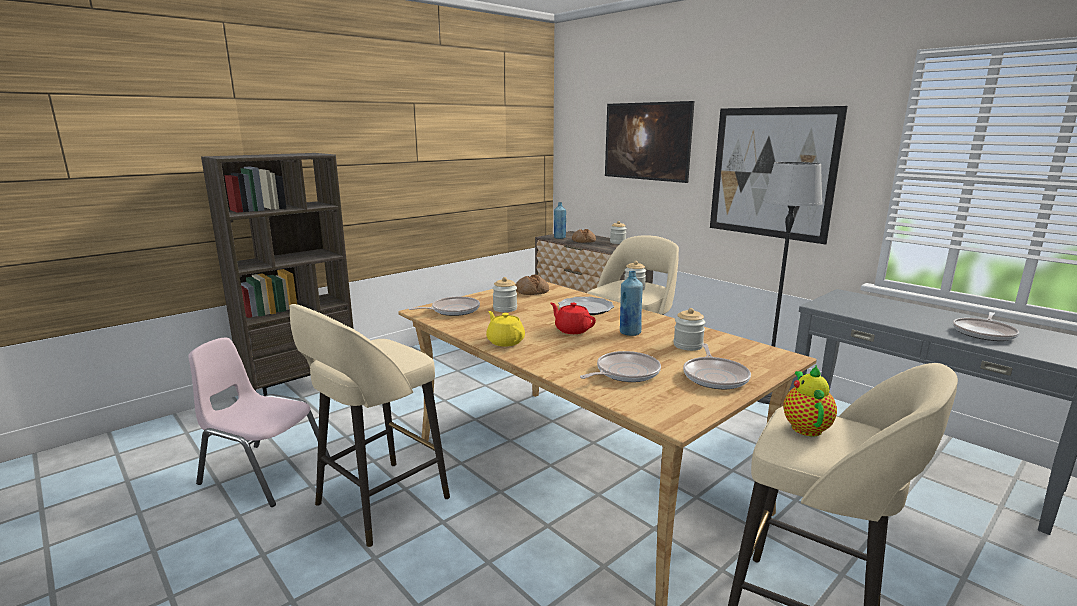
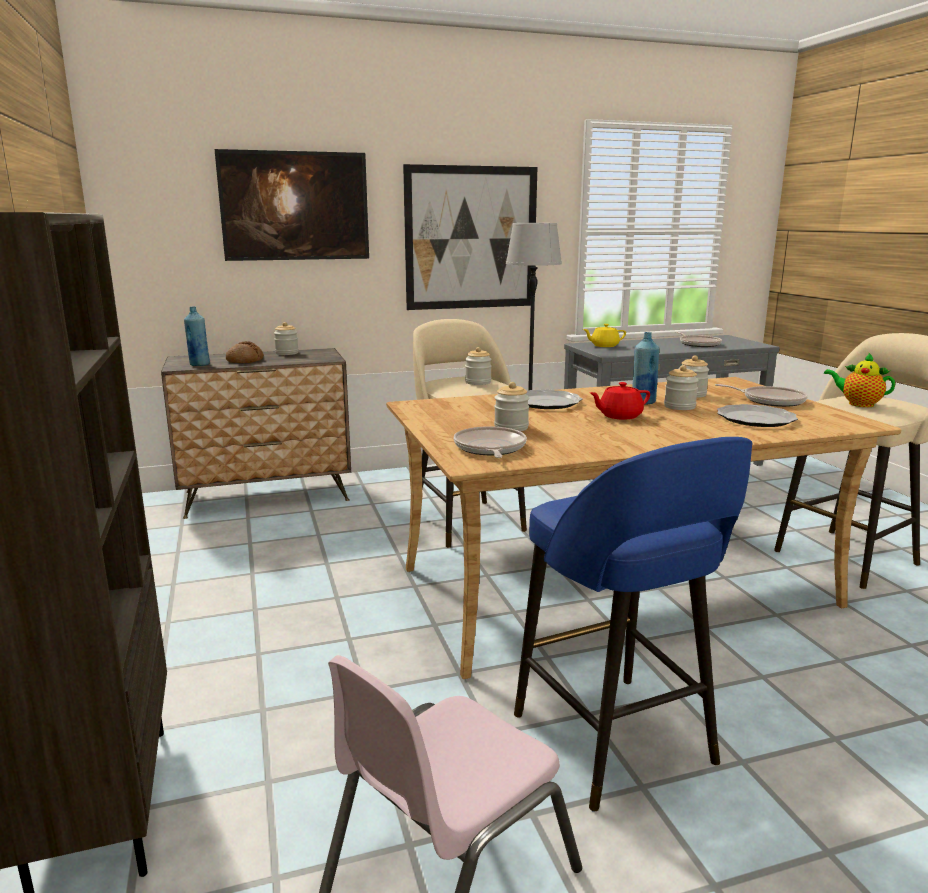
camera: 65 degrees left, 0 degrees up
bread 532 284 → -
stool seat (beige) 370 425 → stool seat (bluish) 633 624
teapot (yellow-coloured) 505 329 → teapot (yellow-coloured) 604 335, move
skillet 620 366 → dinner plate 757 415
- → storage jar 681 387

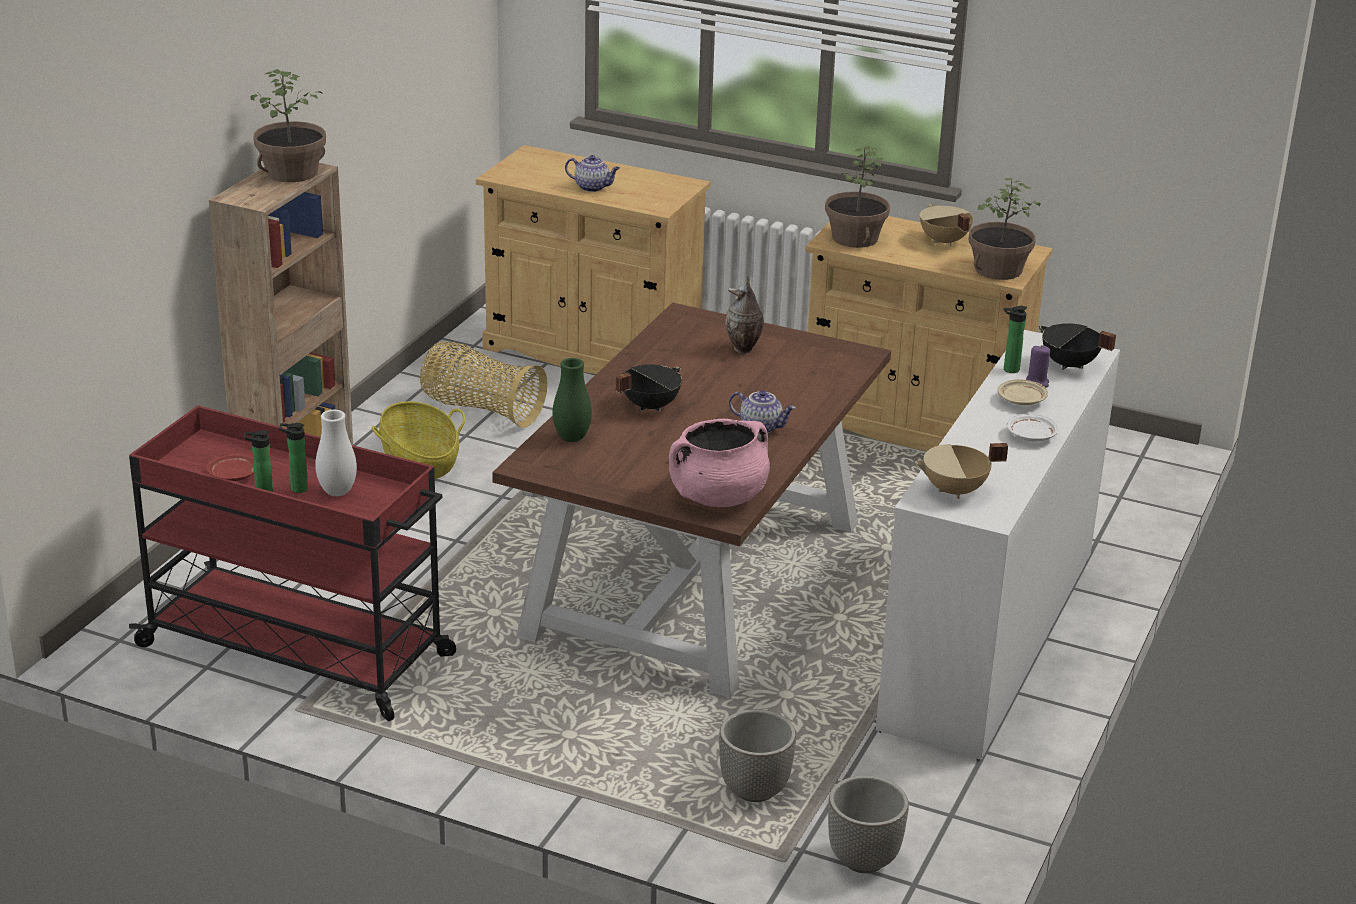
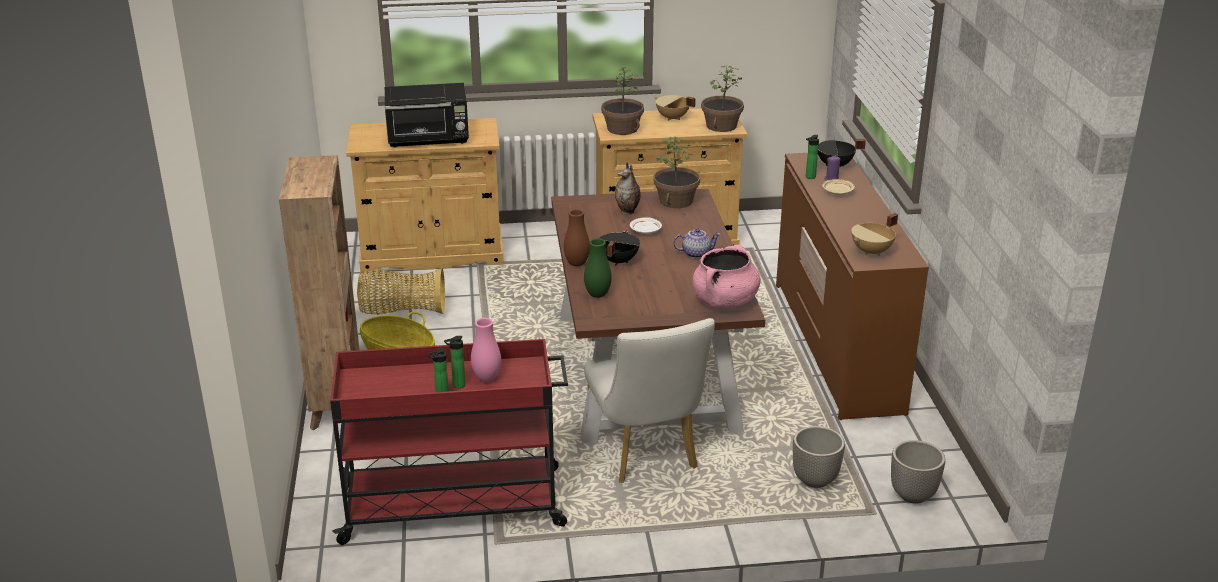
camera: 30 degrees left, 0 degrees up
plant in a pot 288 125 → plant in a pot 676 172, move
teapot 592 173 → microwave (black-coloured) 427 115
chest of drawers (white) 998 545 → chest of drawers (brownish) 852 286
vase (white) 336 453 → vase (pink) 486 350
dinner plate (white) 1032 427 → dinner plate (white) 646 225, move
dinner plate (reddish) 230 467 → -
- → vase (brownish) 577 237
- → upright chair (white) 649 400

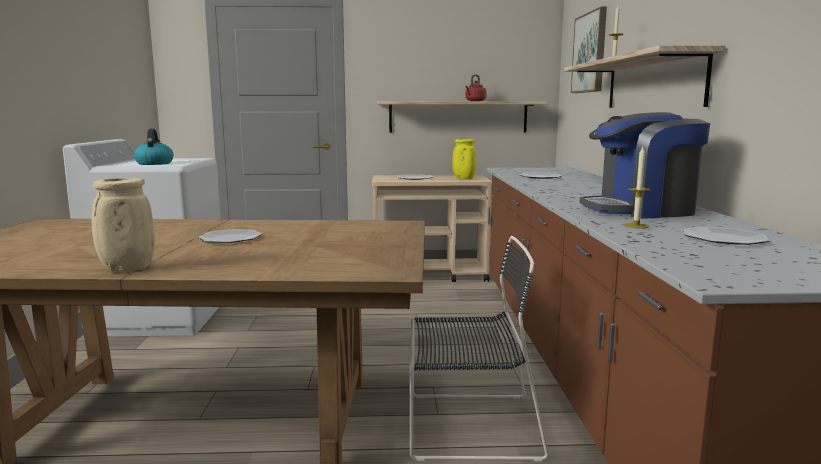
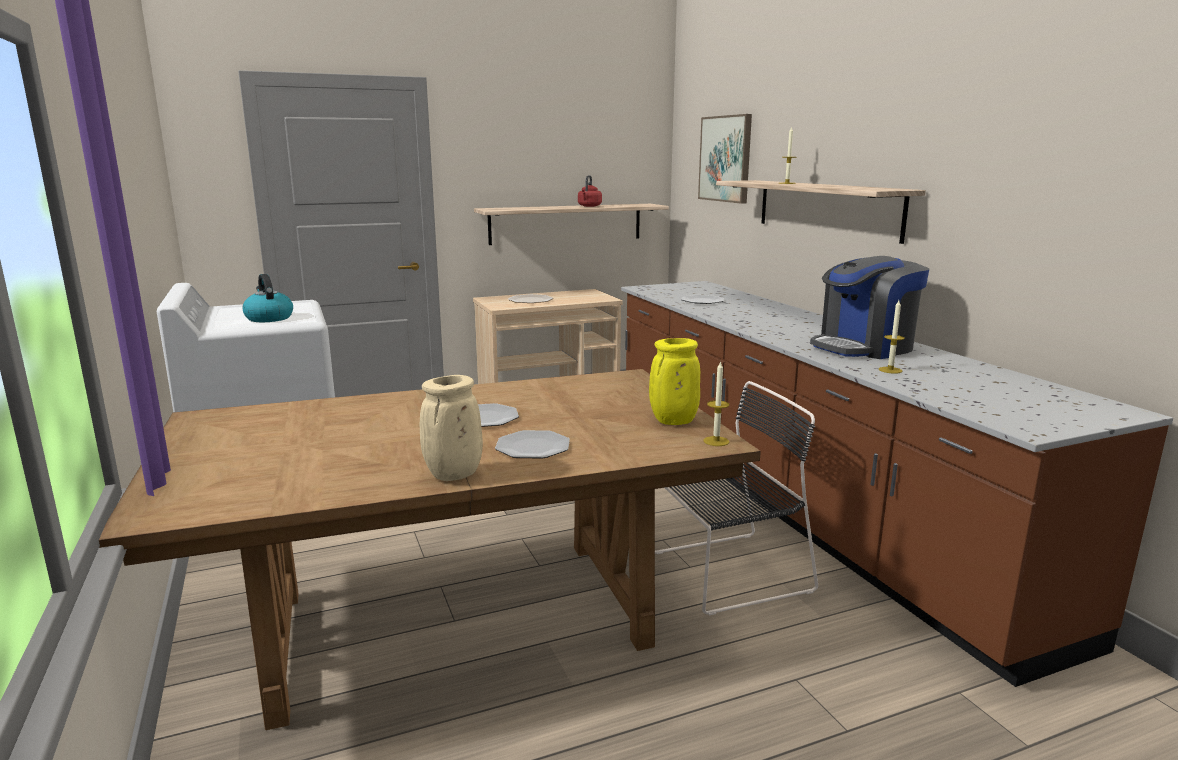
camera: 20 degrees left, 5 degrees up
vase (yellow-coloured) 464 159 → vase (yellow-coloured) 674 381, move
dinner plate 726 236 → dinner plate 532 444, move
- → wax candle 716 403

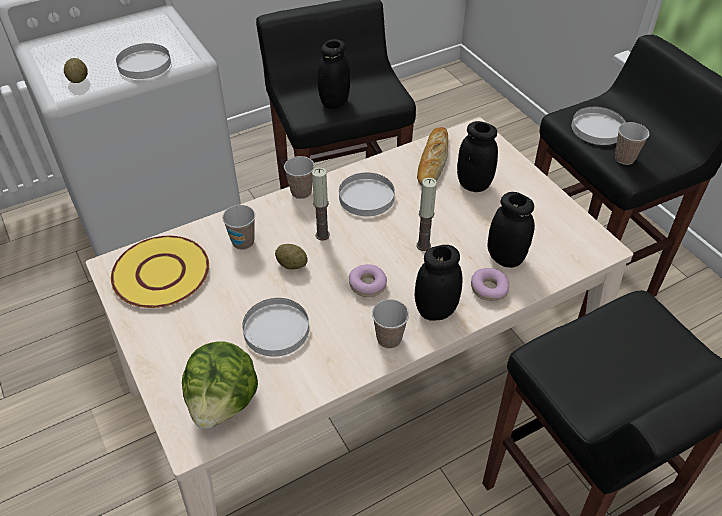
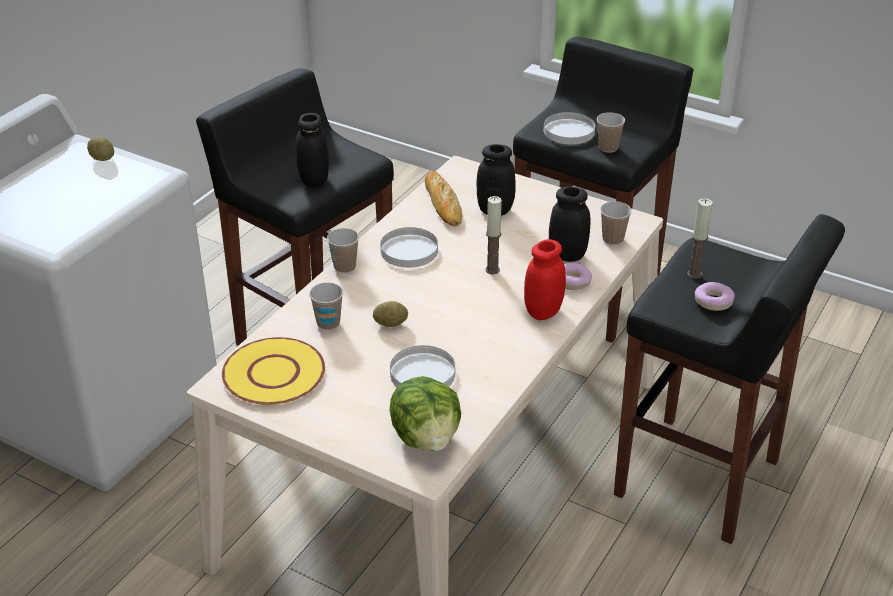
camera: 30 degrees left, 10 degrees down
dinner plate (white) 143 61 → -
spud 76 70 → spud 100 148, move
wax candle 321 204 → wax candle 700 238, move
storage jar (black-coloured) 439 283 → storage jar (reddish) 545 279
doughnut 368 280 → doughnut 715 296, move
cup 390 324 → cup 616 223, move

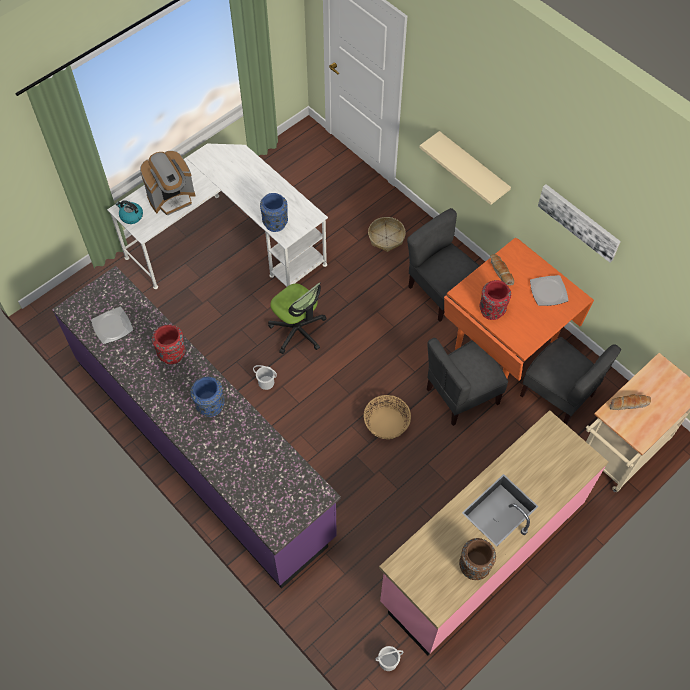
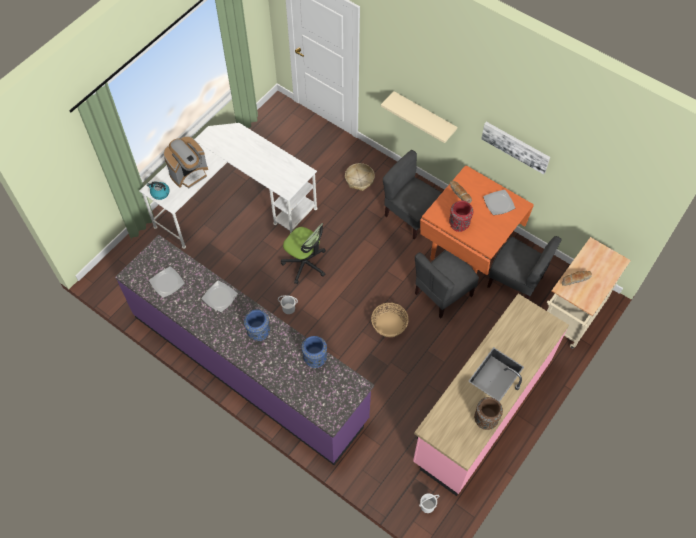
camera: 10 degrees left, 0 degrees up
vase (bluish) 274 212 → vase (bluish) 314 352, move
vase (reddish) 168 344 → dinner plate 219 296

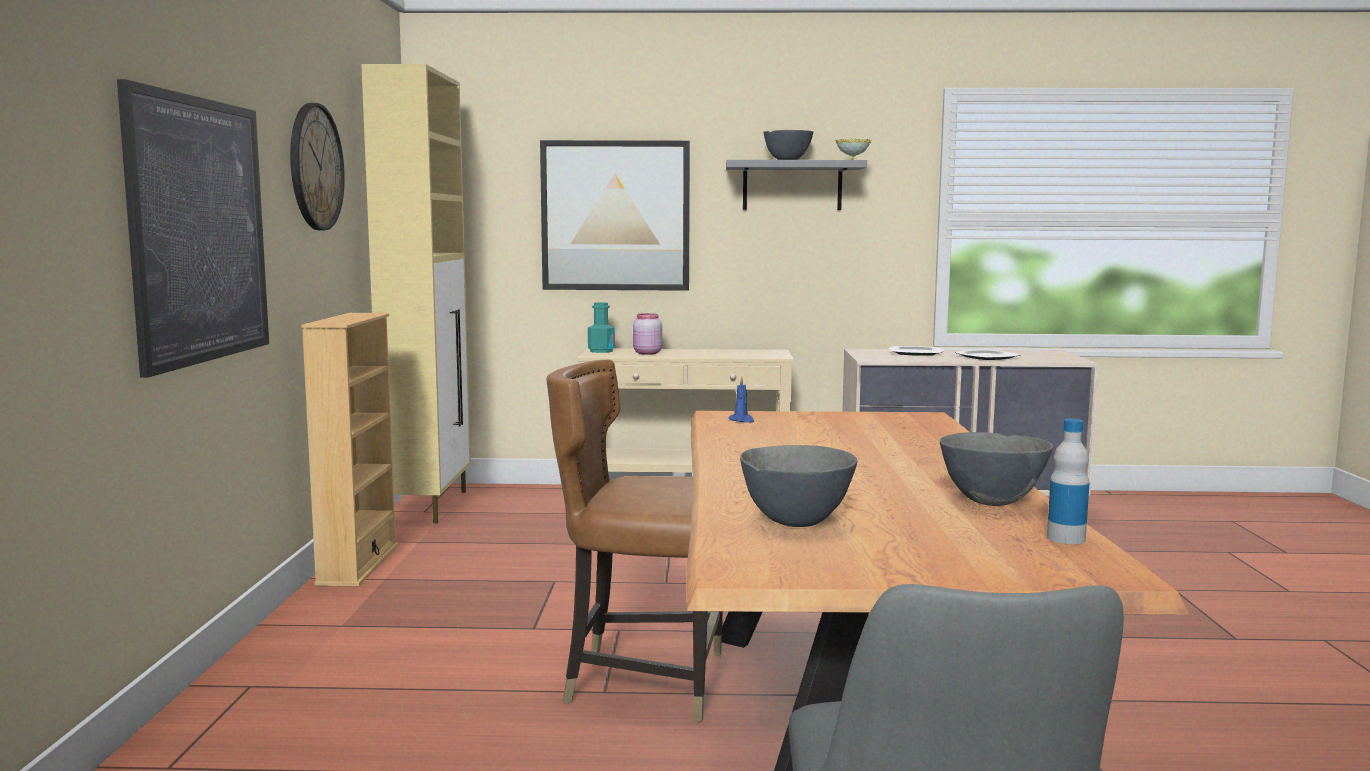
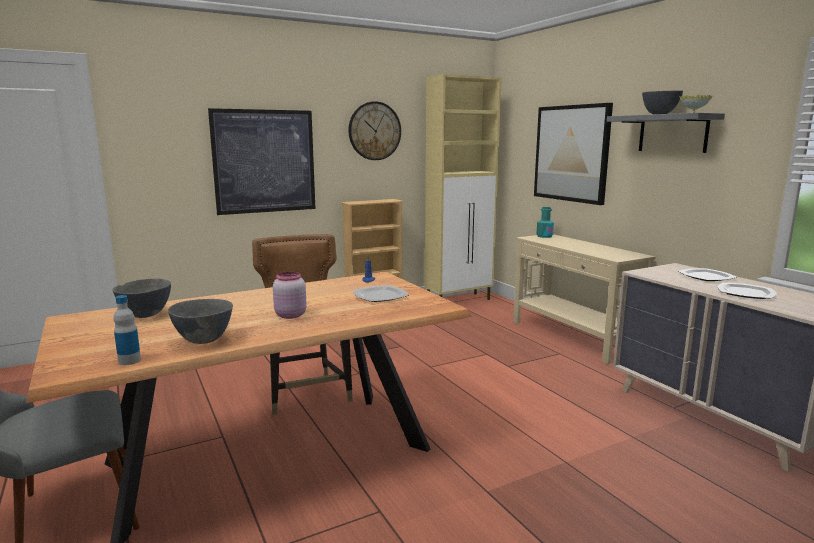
camera: 60 degrees right, 5 degrees up
storage jar (pink) 647 334 → storage jar (pink) 289 295, move
- → dinner plate 381 293

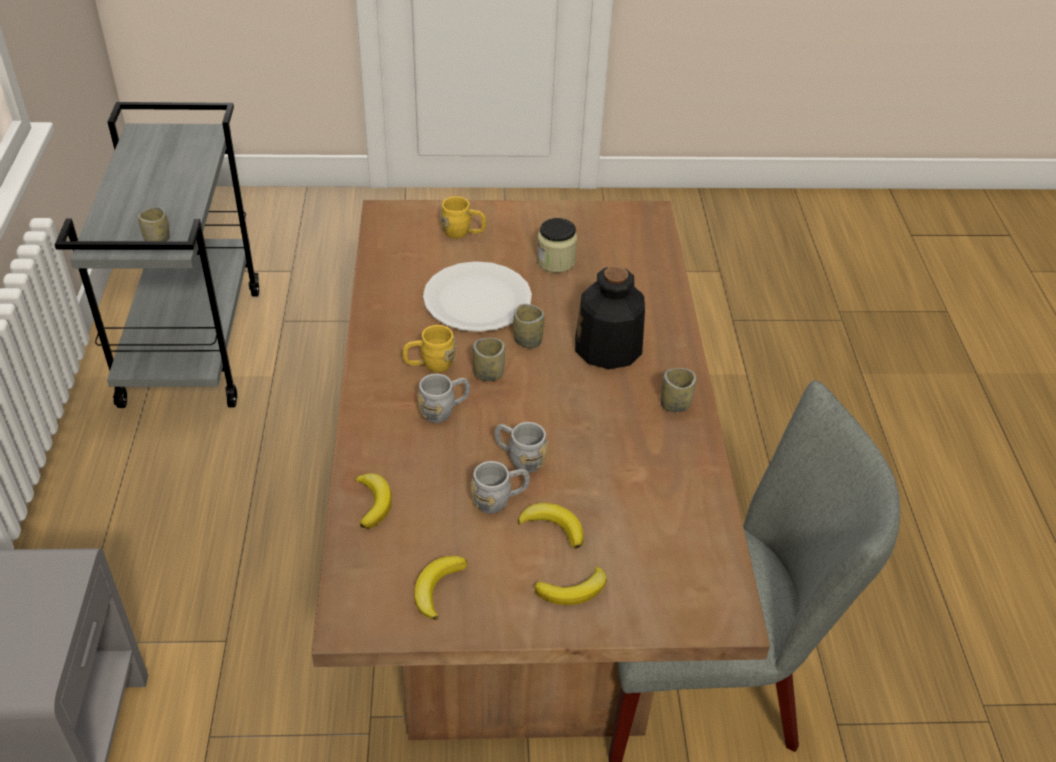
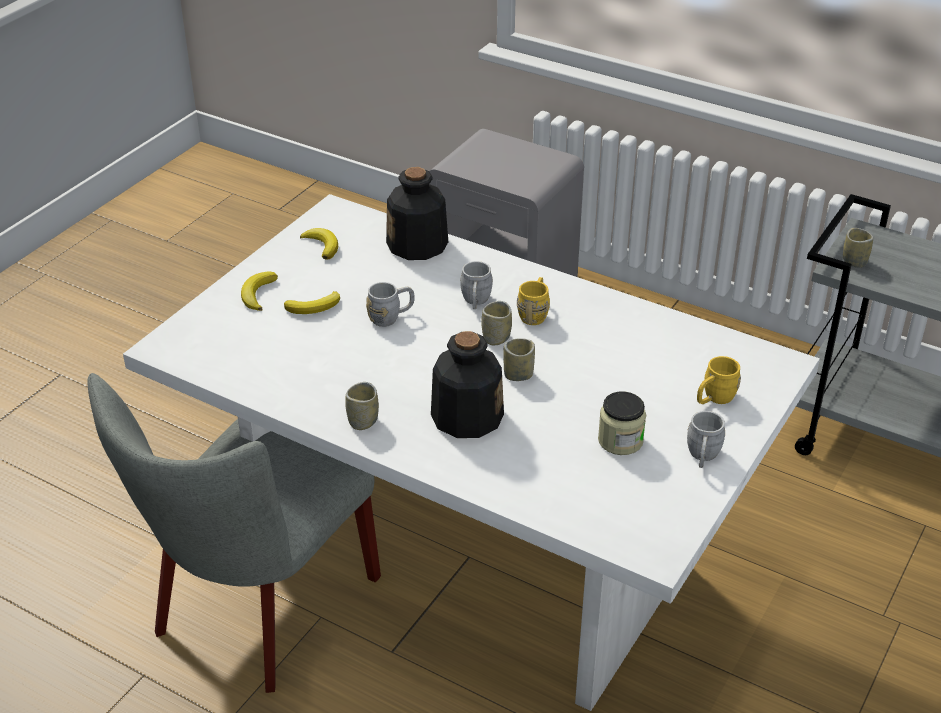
camera: 125 degrees right, 5 degrees down
dinner table (brownish) 541 470 → dinner table (white) 471 452
dinner plate (white) 477 296 → -
mug (grey) 500 487 → mug (grey) 706 439, move
whole banana 373 501 → beverage bottle 417 213

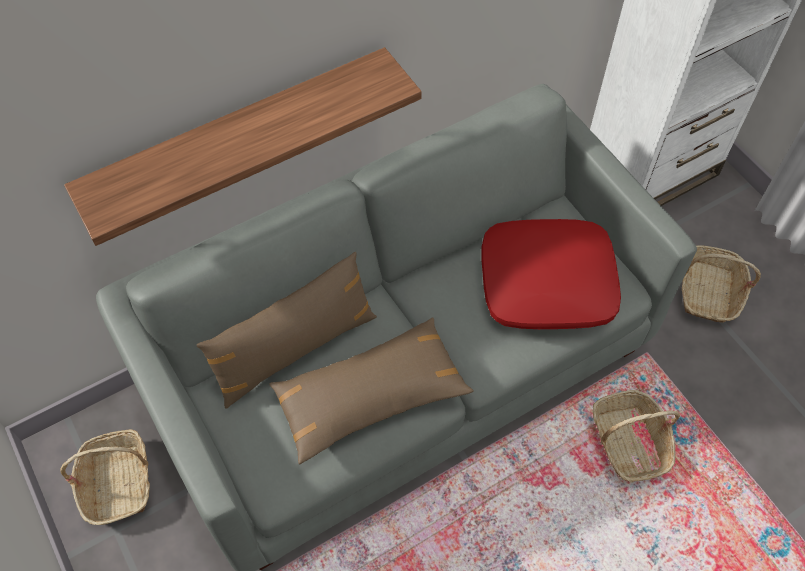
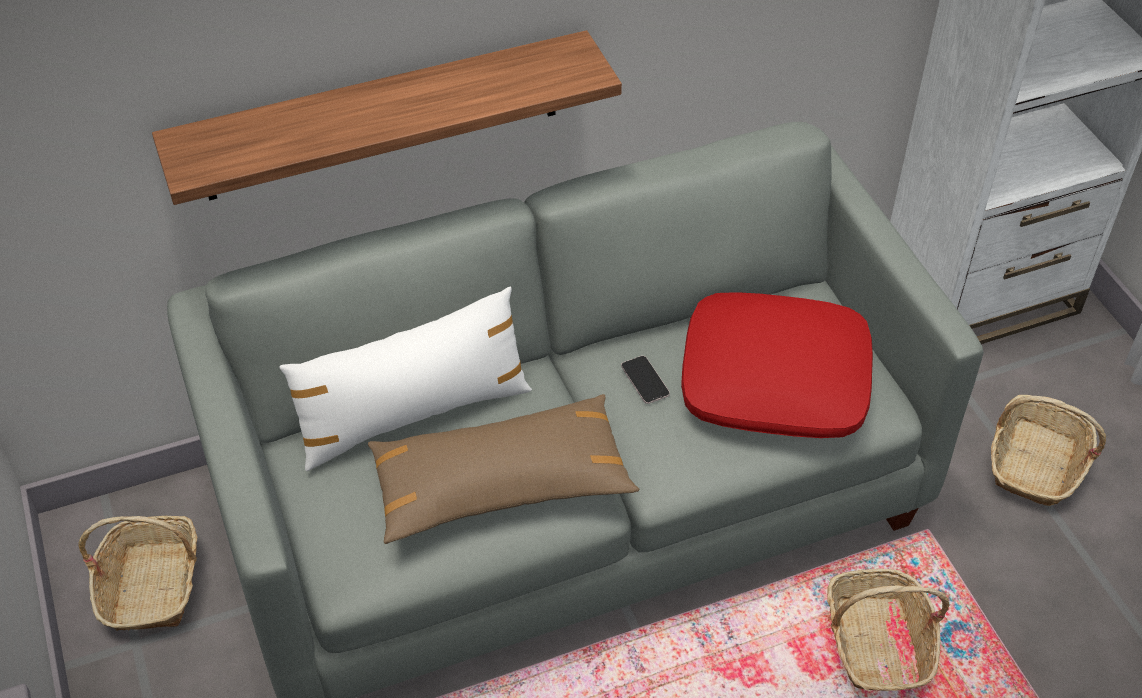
camera: 10 degrees right, 10 degrees down
cushion (brownish) 287 330 → cushion (white) 405 379
- → telephone 645 380

